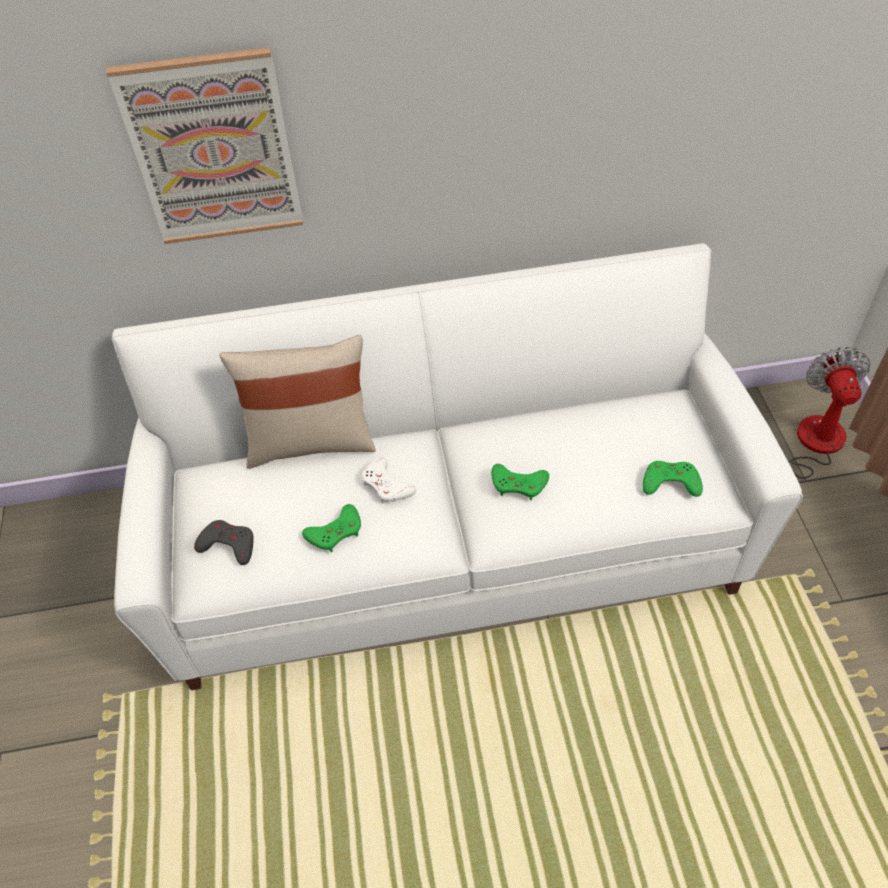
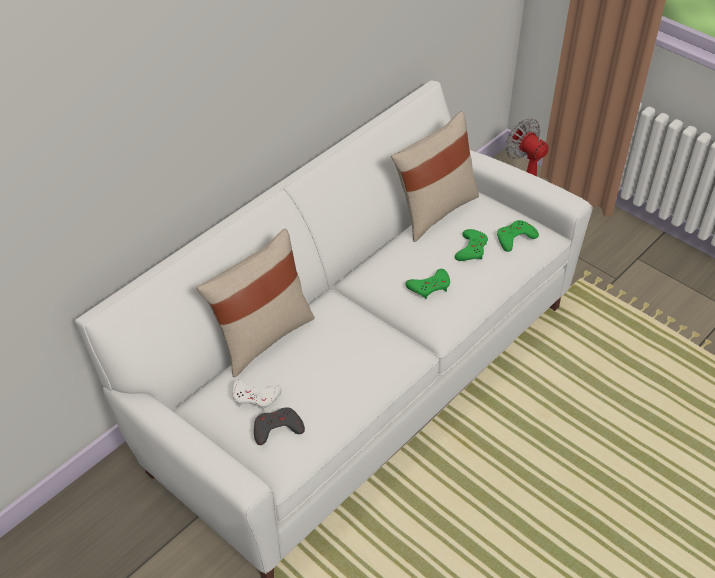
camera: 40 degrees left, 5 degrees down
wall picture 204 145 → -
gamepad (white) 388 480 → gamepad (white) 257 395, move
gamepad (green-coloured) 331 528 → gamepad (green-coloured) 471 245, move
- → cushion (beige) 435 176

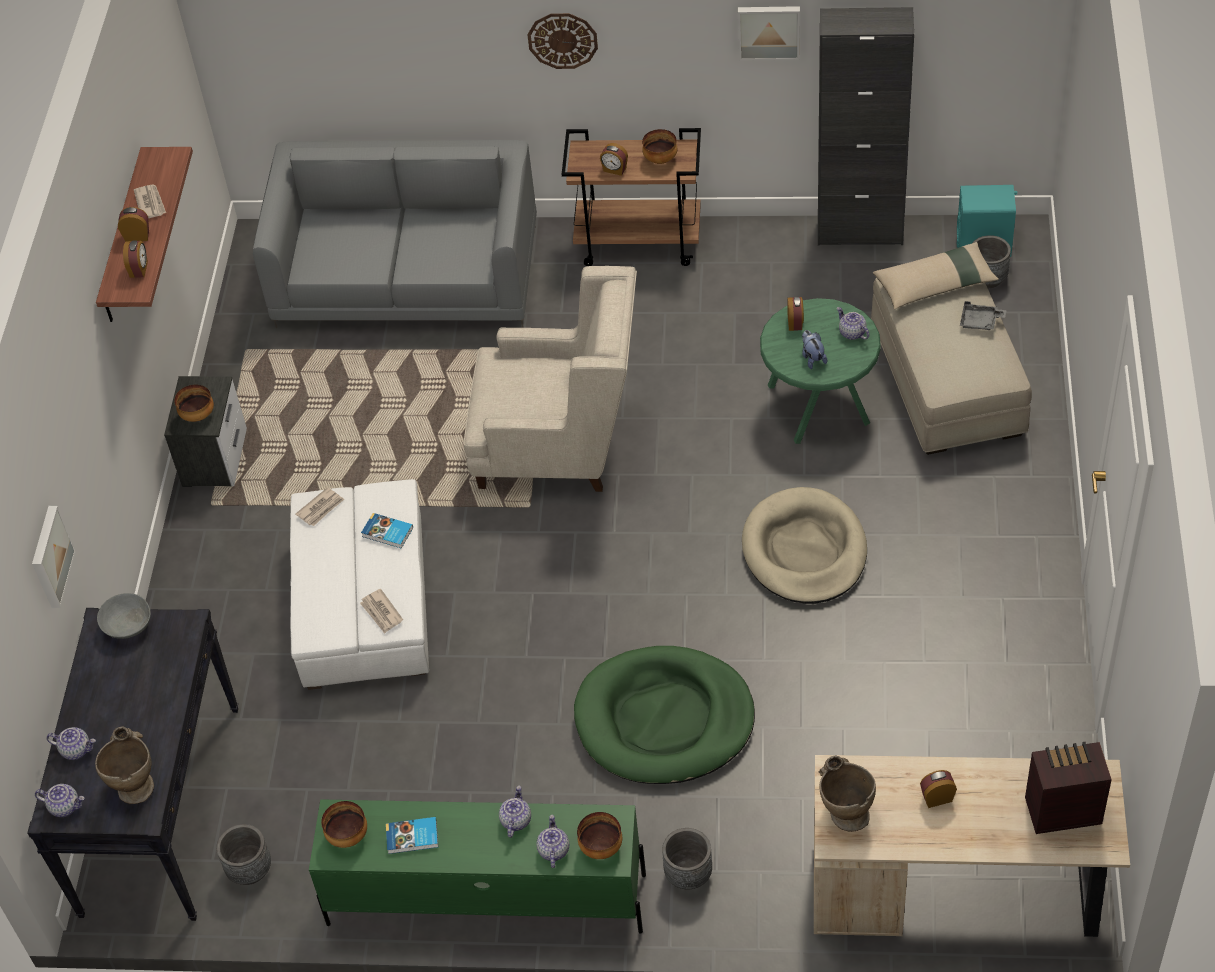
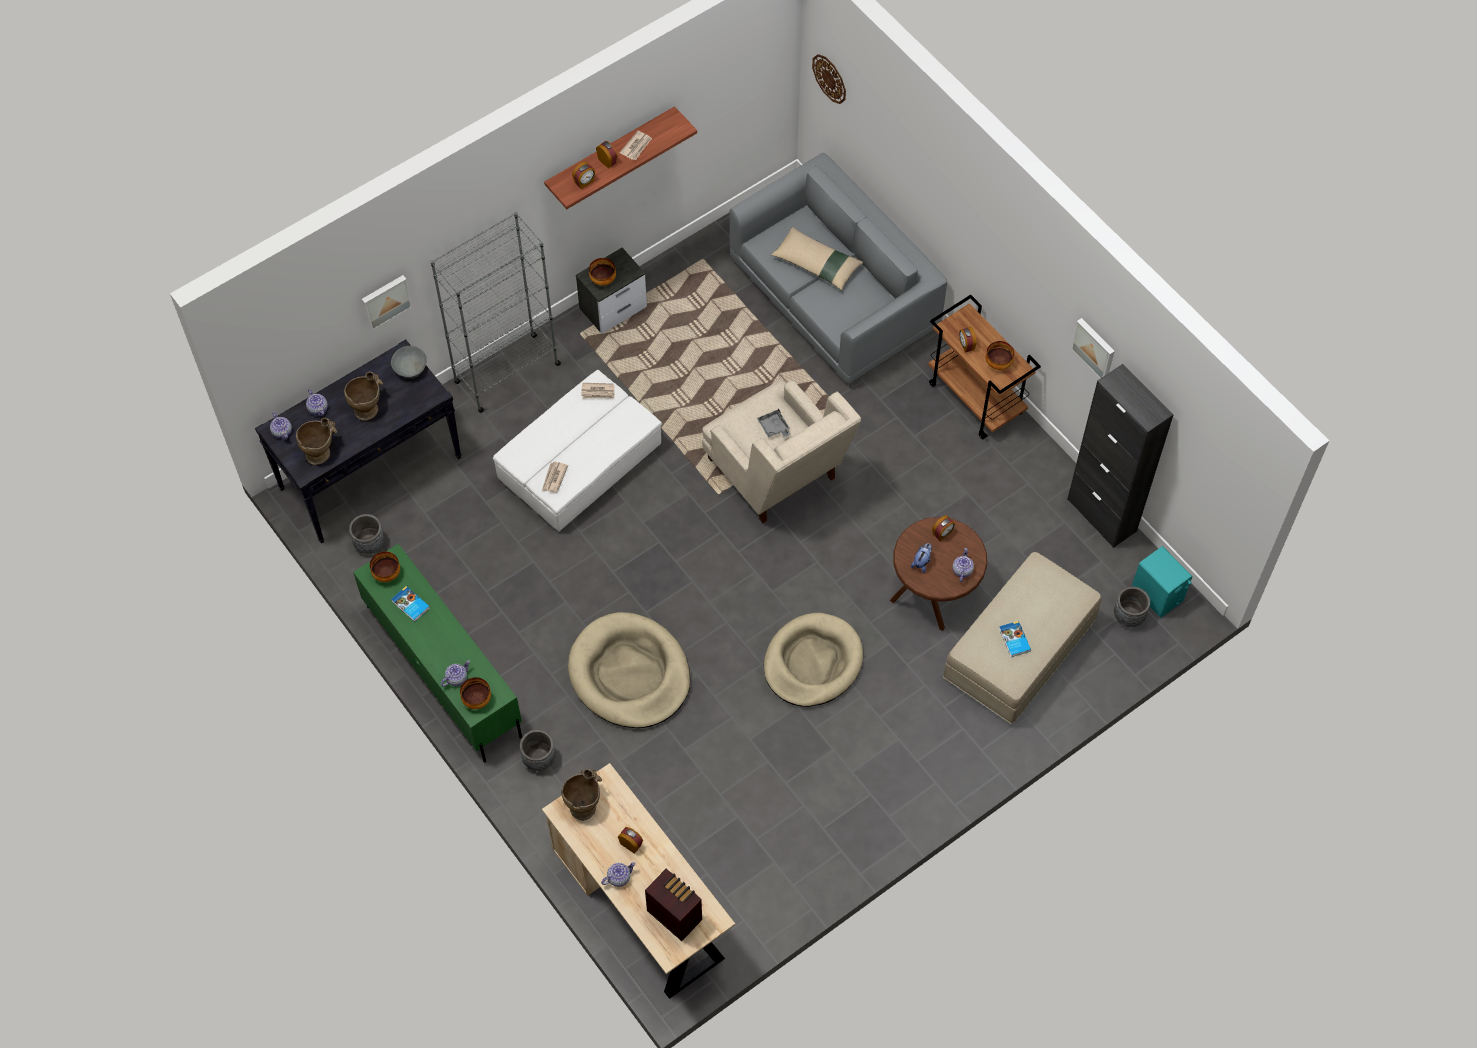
camera: 45 degrees right, 10 degrees up
wall clock 562 41 → wall clock 829 79, move
cushion (beige) 936 275 → cushion (beige) 817 258, move
side table (green-coloured) 820 371 → side table (brownish) 938 574
tray (grey) 983 315 → tray (grey) 774 422, move
bound book 387 530 → bound book 1015 639, move
dog bed (green-coloured) 664 715 → dog bed (beige) 629 670
teapot 515 812 → teapot 618 874, move
- → bookcase (grey) 496 312
- → vase (beige) 363 396

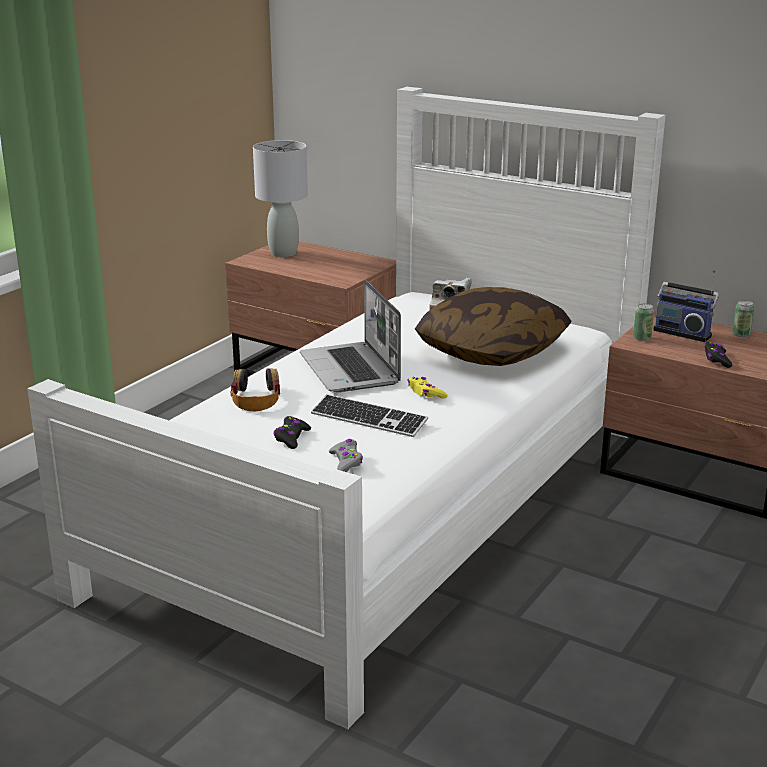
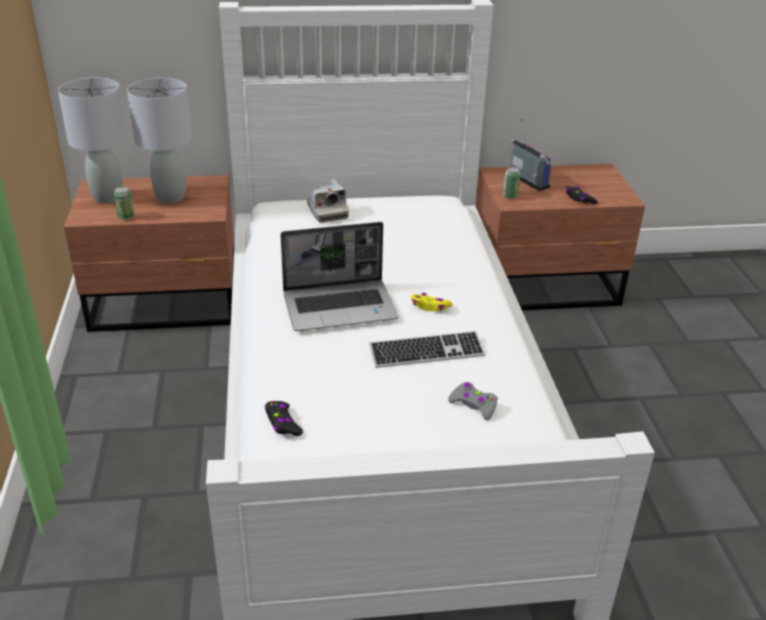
camera: 40 degrees left, 10 degrees up
radio set 686 306 → radio set 531 154, 120 degrees counterclockwise
laptop 350 336 → laptop 339 276, 45 degrees counterclockwise
cushion 493 326 → -
metal can 743 318 → metal can 124 203, move
pair of headphones 255 389 → -
gamepad (black-coloured) 292 432 → gamepad (black-coloured) 284 418, move
- → lamp for a table (grey) 159 140

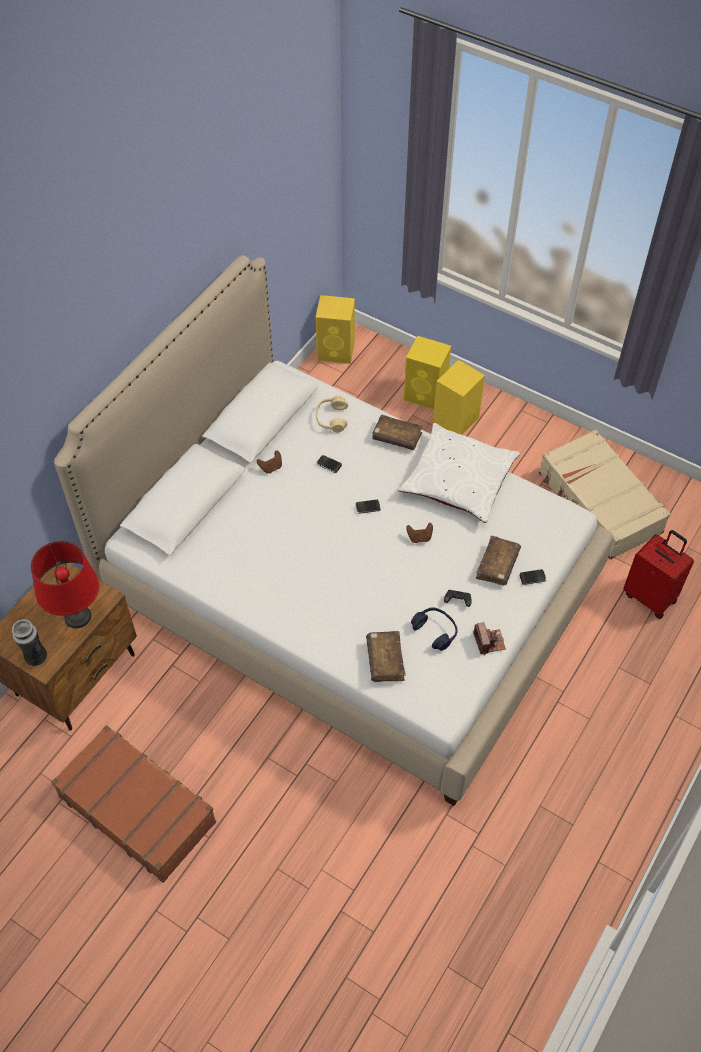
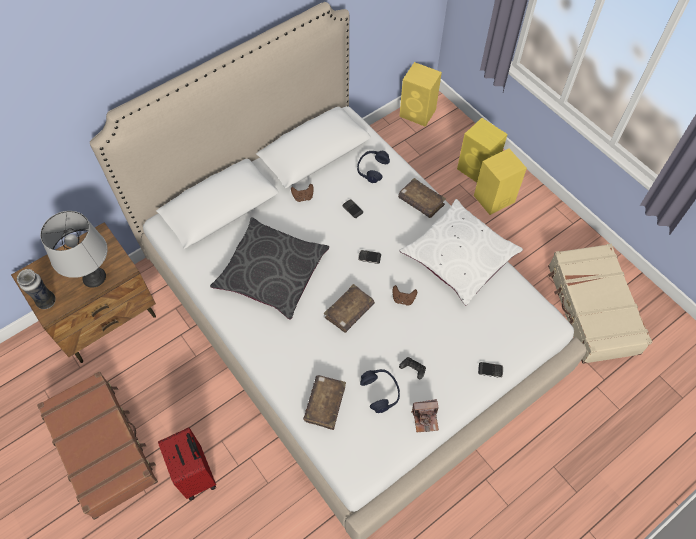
camera: 20 degrees right, 5 degrees up
pair of headphones (beige) 332 414 → pair of headphones (bluish) 373 167
travel case (reddish) 659 574 → travel case (reddish) 187 463, move
bound book (brownish) 498 560 → bound book (brownish) 349 308, move
lamp for a table (reddish) 65 584 → lamp for a table (grey) 74 249
still camera 489 638 → still camera 425 415, 75 degrees clockwise
- → cushion (grey) 269 268

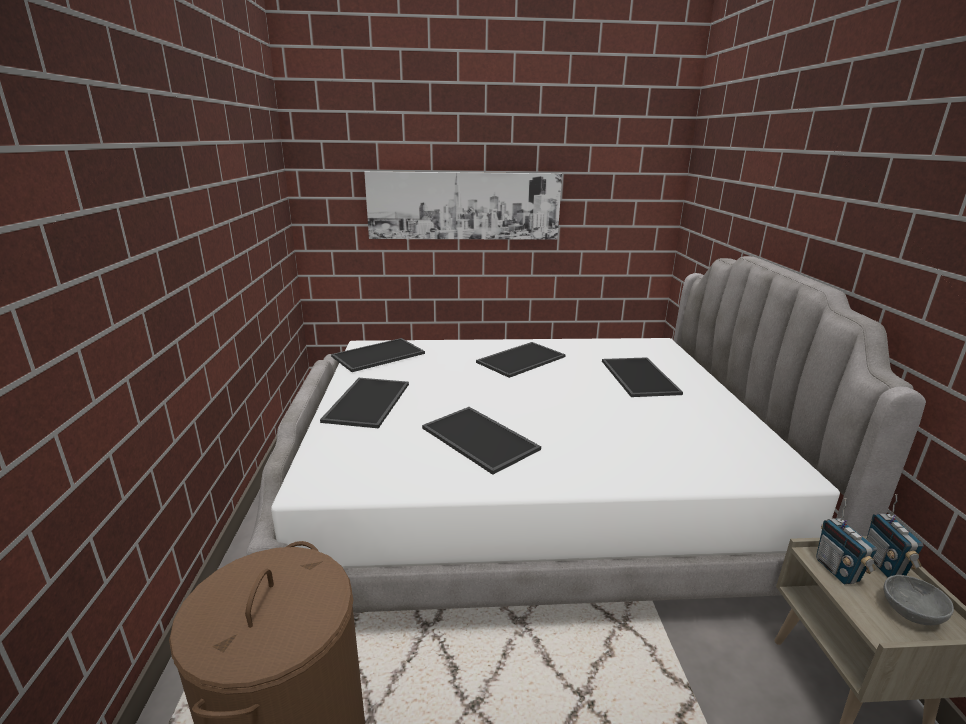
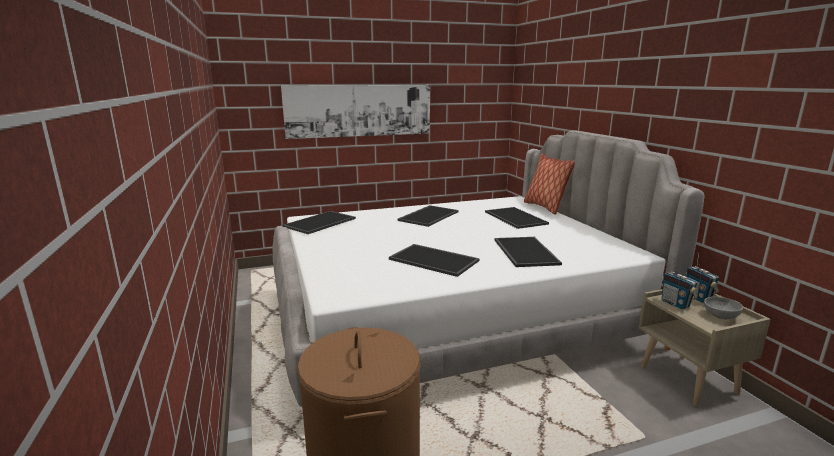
camera: 15 degrees left, 5 degrees down
tray 364 403 → tray 528 252, move
- → cushion 549 184

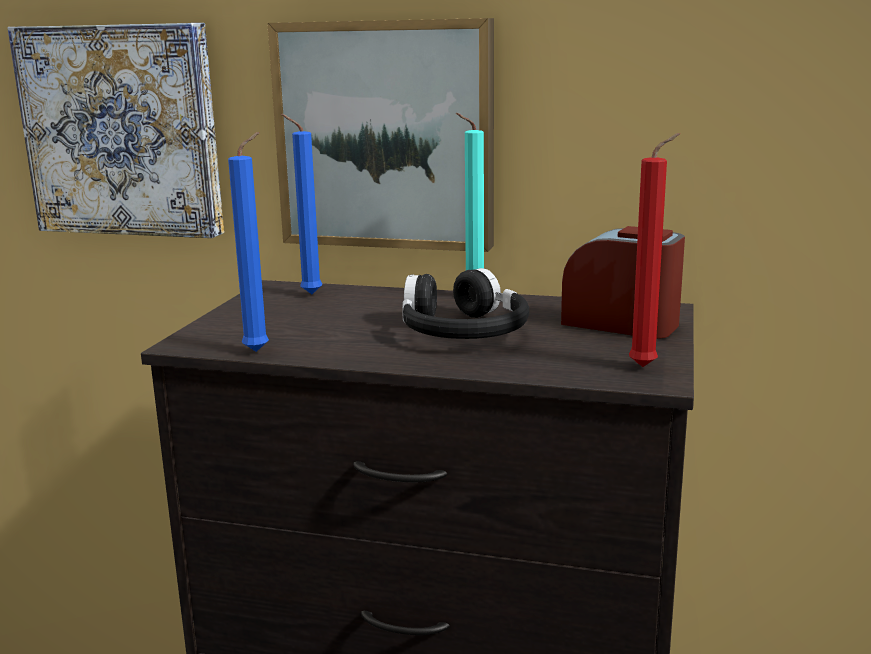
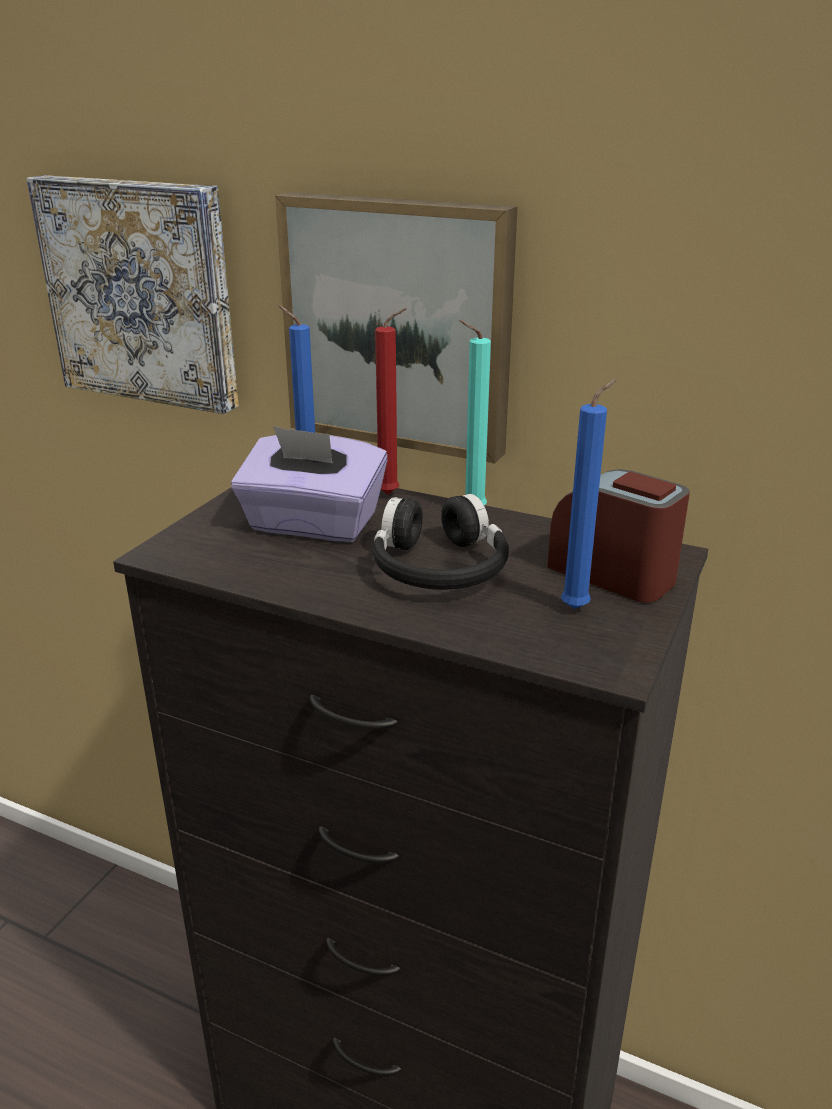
camera: 10 degrees right, 10 degrees up
wax candle (bluish) 248 242 → wax candle (bluish) 589 493, move
wax candle (reddish) 654 250 → wax candle (reddish) 391 401, move
- → tissue holder (purplish) 309 484

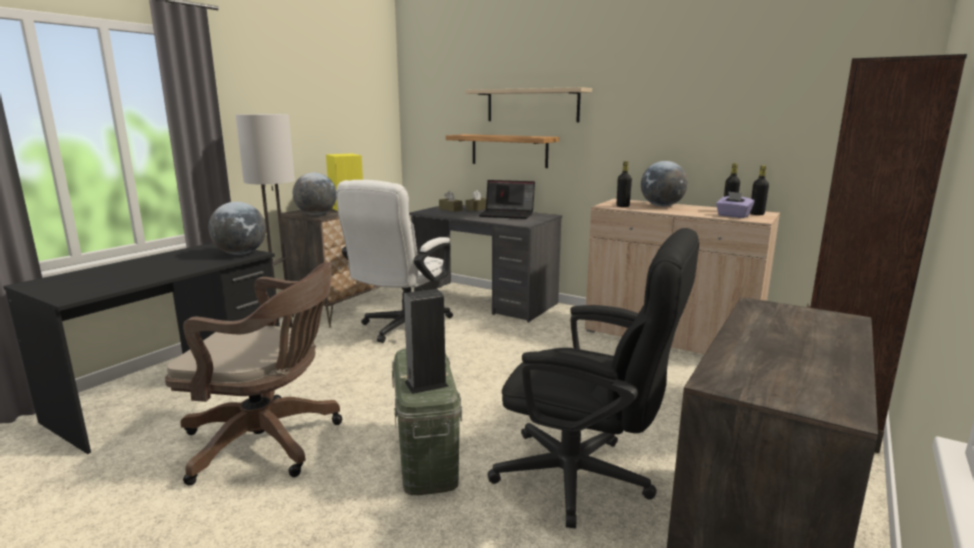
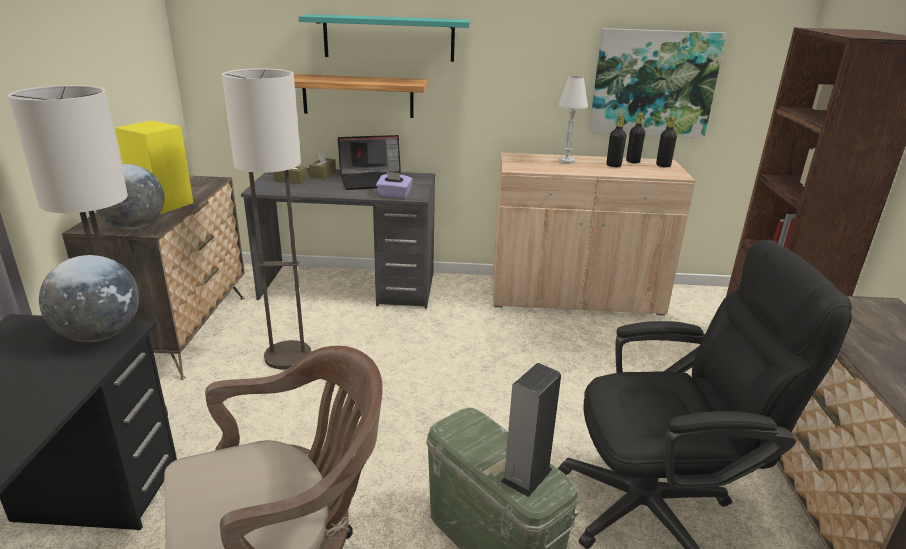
camera: 30 degrees left, 10 degrees up
wall shelf (beige) 529 104 → wall shelf (turquoise) 384 38
beverage bottle (black-coloured) 624 184 → beverage bottle (black-coloured) 616 141, move
desk globe 664 184 → lamp for a table (white) 573 120
computer chair (white) 394 261 → floor lamp 266 218
tissue holder (purplish) 735 204 → tissue holder (purplish) 394 185, move
- → wall picture 658 83

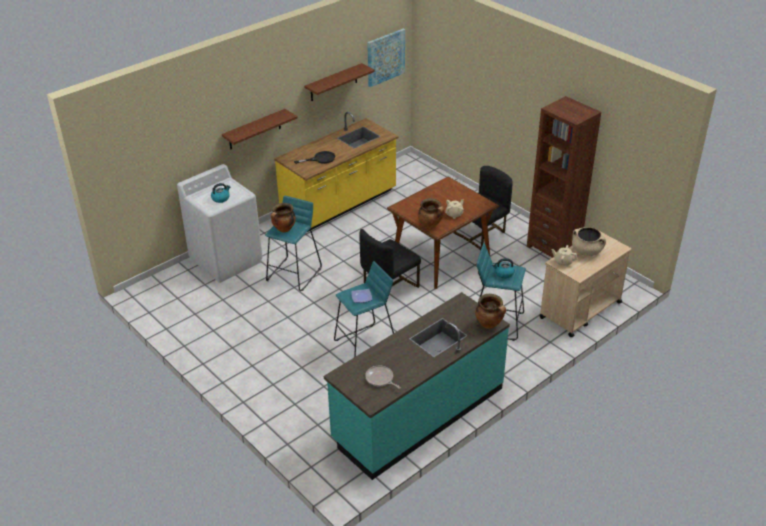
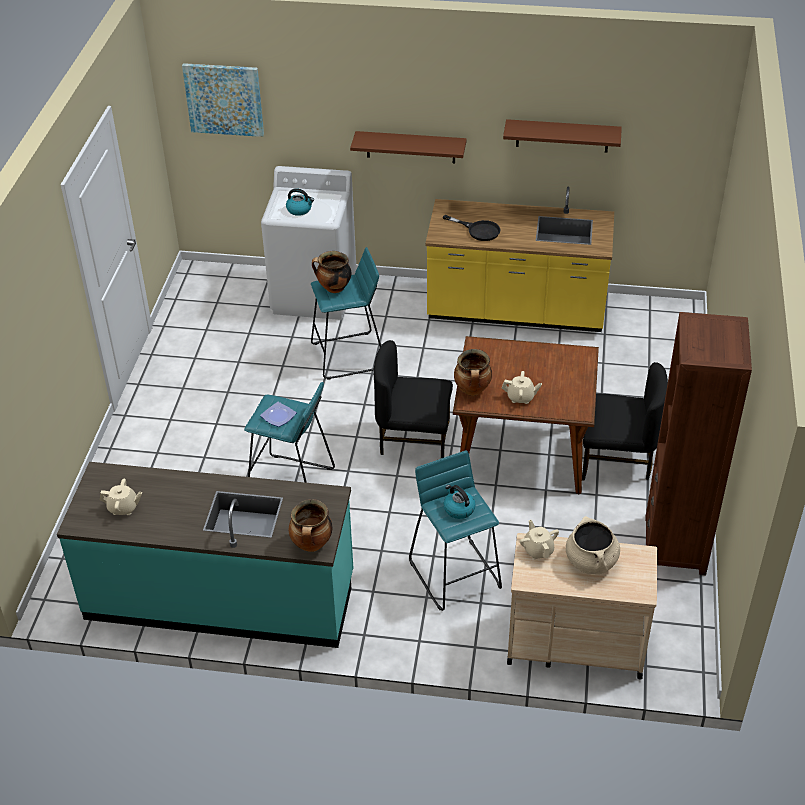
camera: 50 degrees right, 5 degrees up
wall picture 386 58 → wall picture 223 100, move
skillet 383 377 → teapot (beige) 121 497

